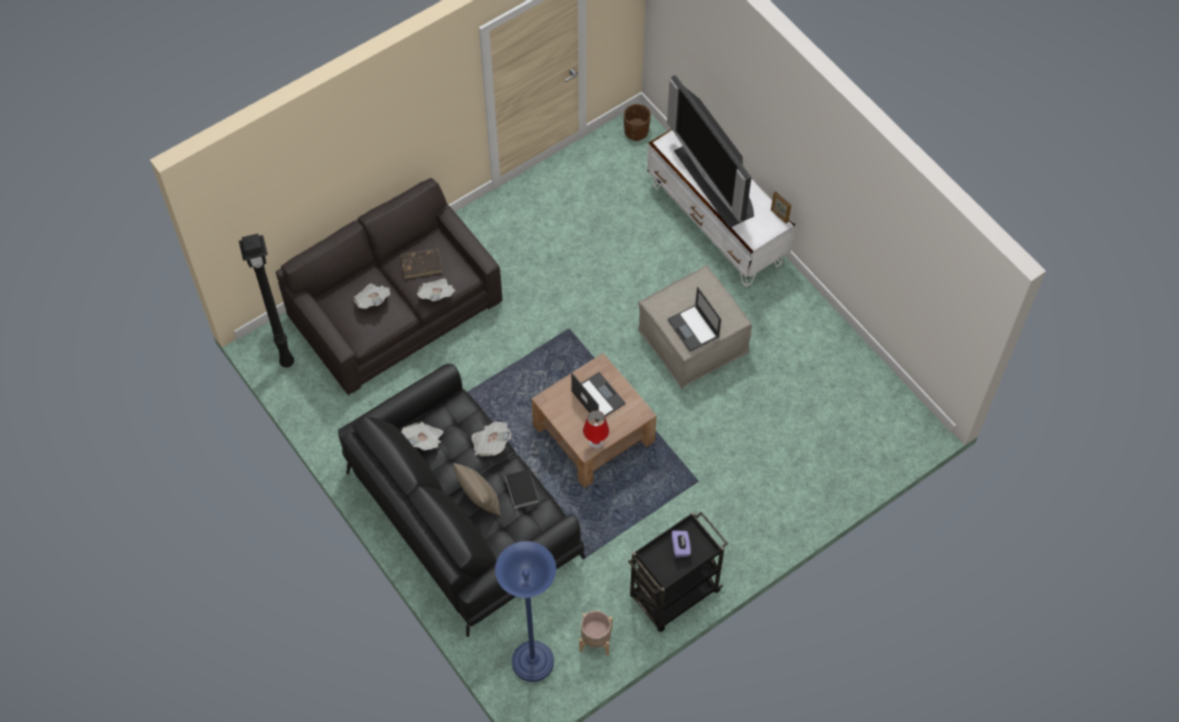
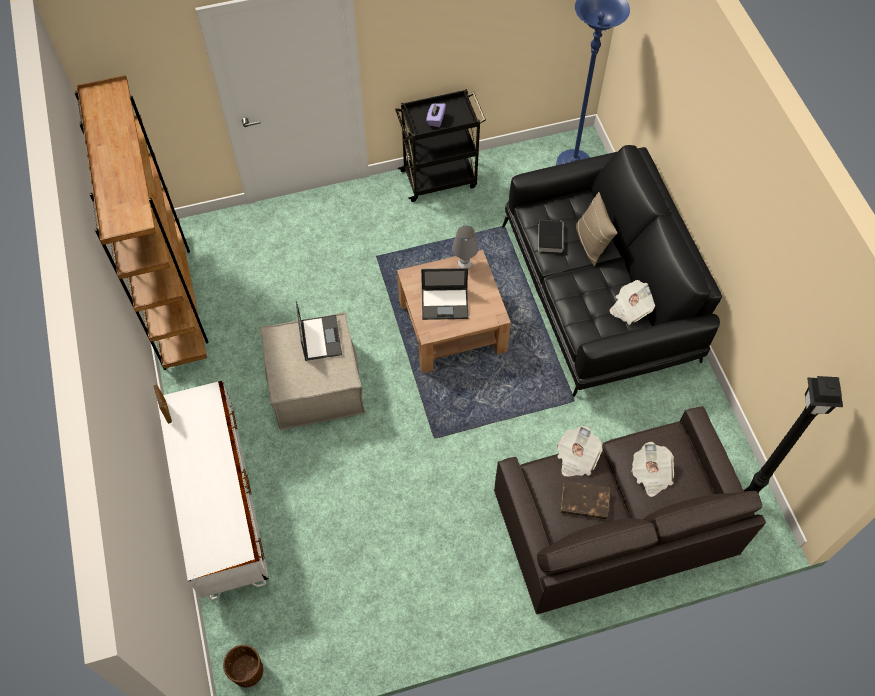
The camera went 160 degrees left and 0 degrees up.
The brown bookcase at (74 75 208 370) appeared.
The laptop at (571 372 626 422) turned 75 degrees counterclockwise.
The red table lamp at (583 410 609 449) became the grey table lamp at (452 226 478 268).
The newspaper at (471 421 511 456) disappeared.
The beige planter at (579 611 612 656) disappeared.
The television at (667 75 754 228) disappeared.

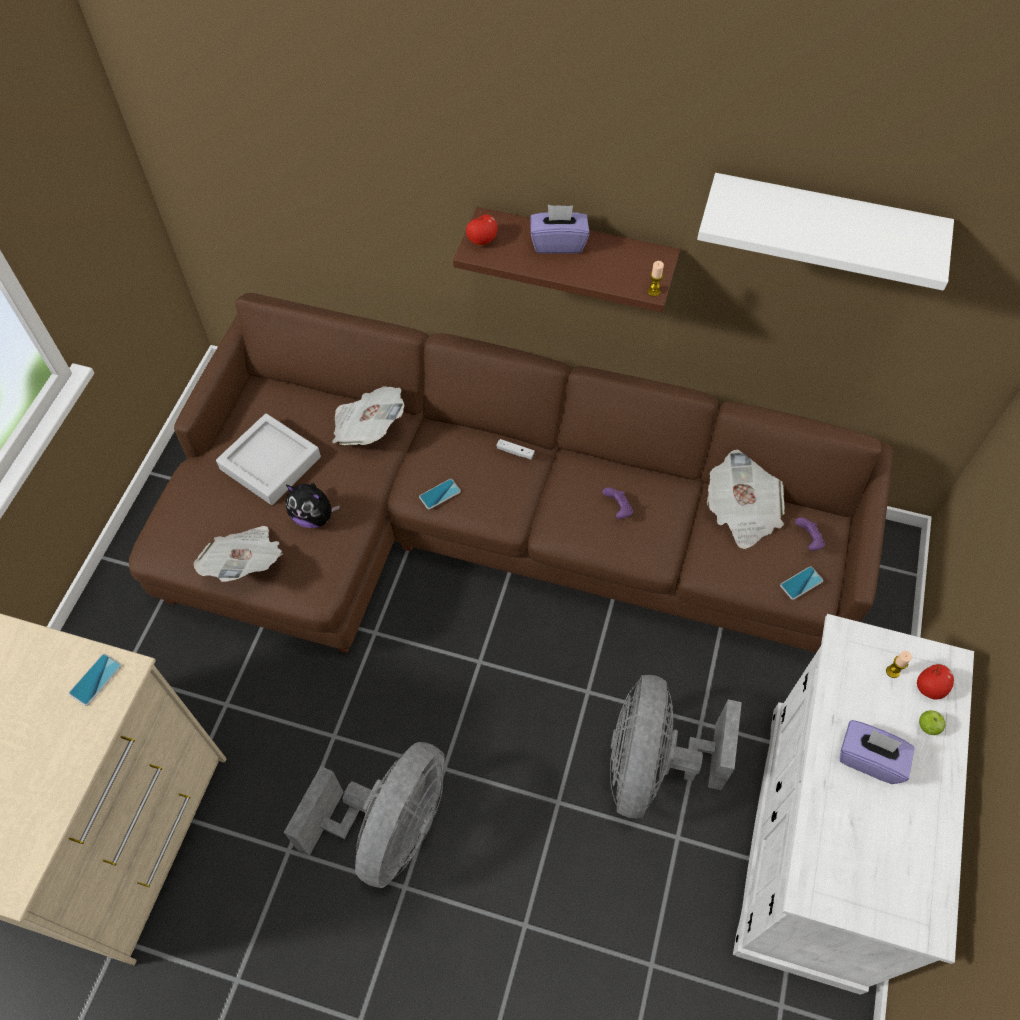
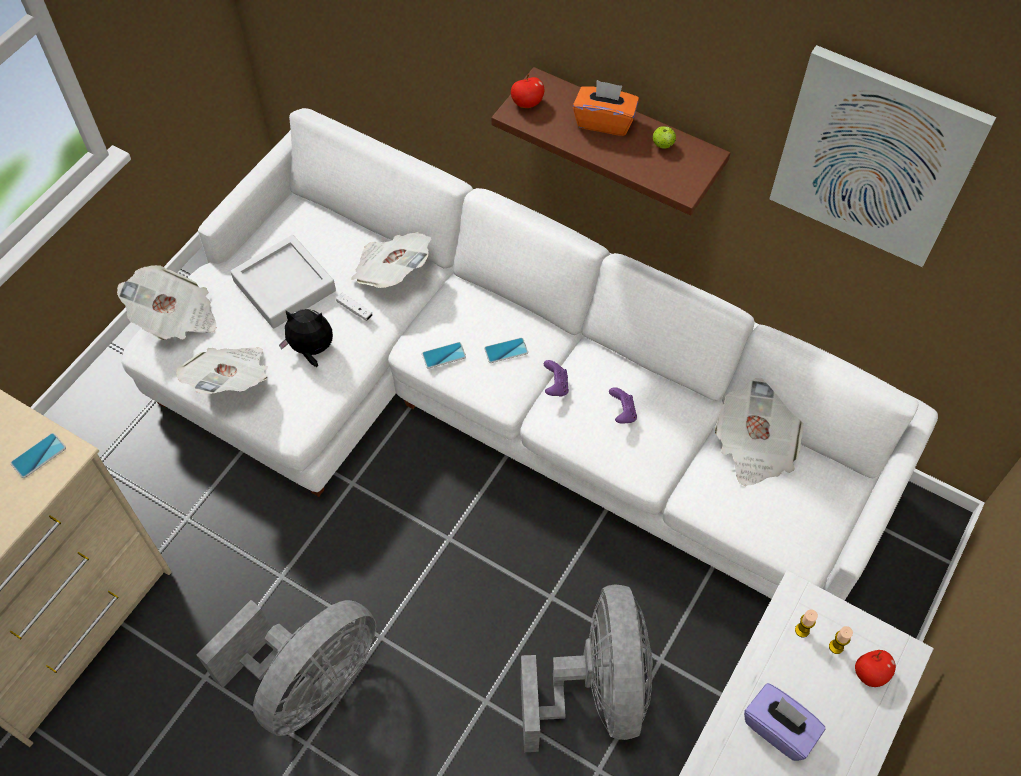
The camera went 15 degrees right and 0 degrees up.
The newspaper at (117 265 217 340) appeared.
The brown sofa at (129 293 893 653) became the white sofa at (121 108 938 601).
The plush toy at (286 483 340 528) turned 150 degrees clockwise.
The white game controller moved from (496 439 535 460) to (336 293 373 321).
The phone moved from (780 566 823 600) to (484 338 528 363).
The grey fan at (610 675 742 818) turned 150 degrees clockwise.
The purple game controller moved from (795 517 825 551) to (544 360 569 396).
The purple tissue box at (531 205 590 254) became the orange tissue box at (573 80 639 136).
The apple moved from (919 710 946 735) to (653 126 676 149).
The white shelf at (697 173 954 291) was replaced by the picture at (770 45 996 267).
The candle moved from (648 261 664 297) to (795 609 818 637).

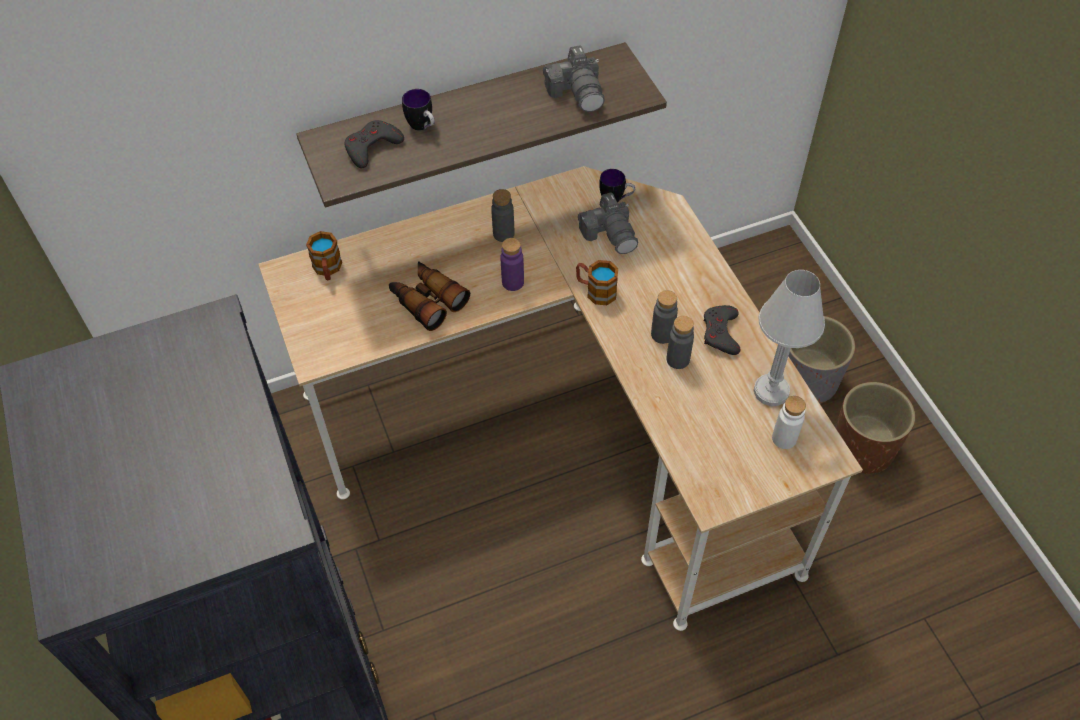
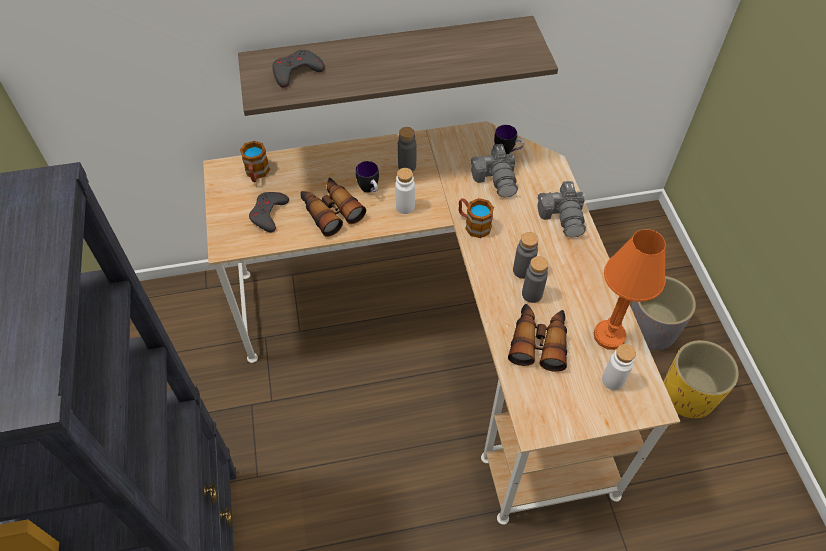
The camera went 10 degrees right and 0 degrees up.
The grey game controller moved from (704 305 740 355) to (249 192 289 233).
The mug moved from (402 89 435 131) to (356 161 379 193).
The purple bottle at (500 238 524 291) became the white bottle at (395 168 415 214).
The binoculars at (508 304 567 372) appeared.
The photo camera moved from (543 45 605 112) to (537 181 586 238).
The white table lamp at (753 270 825 406) became the orange table lamp at (594 229 666 350).
The brown planter at (836 382 915 474) became the yellow planter at (663 340 739 418).

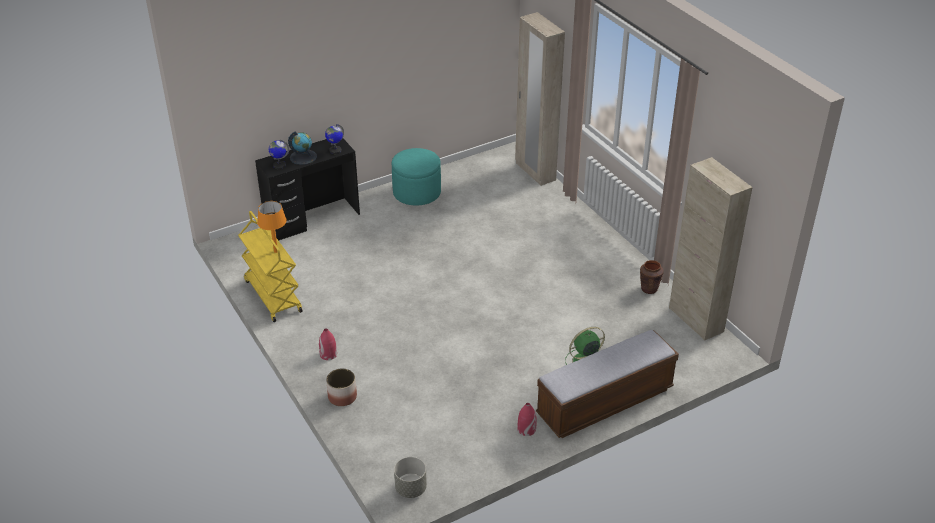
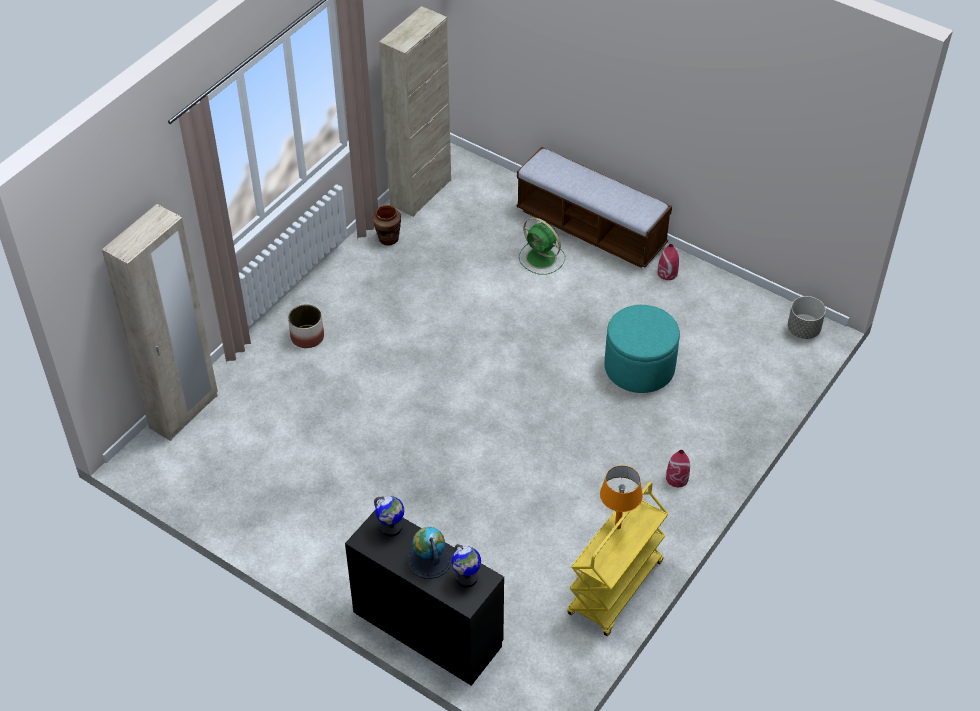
The camera went 115 degrees left and 10 degrees up.
The planter moved from (326 369 357 406) to (288 304 324 348).
The turquoise ottoman moved from (391 148 441 206) to (605 305 680 393).

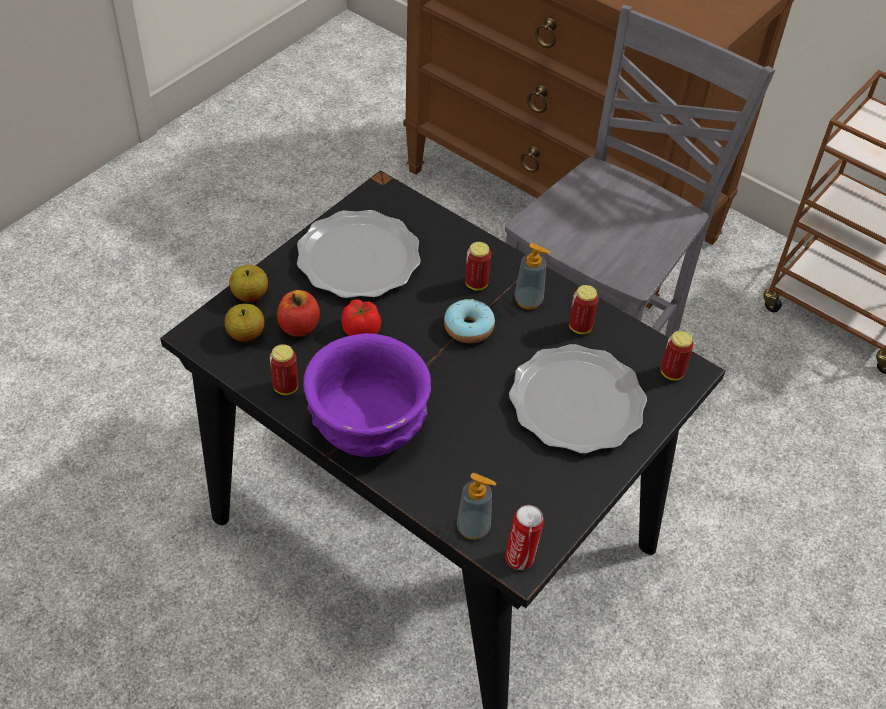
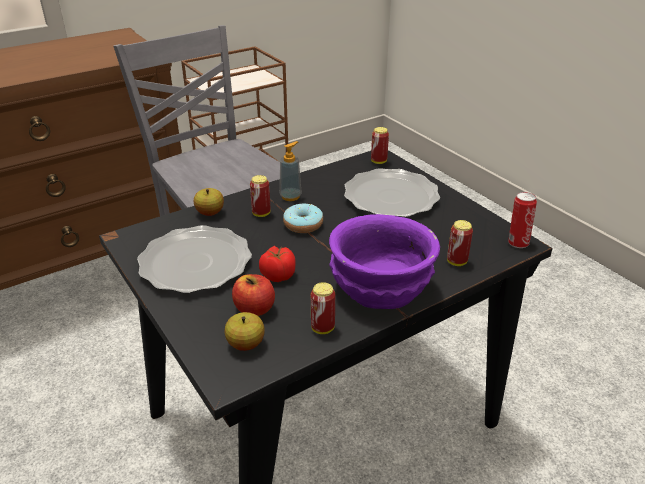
The camera went 70 degrees left and 15 degrees down.
The apple moved from (229 265 268 302) to (194 188 224 216).
The can moved from (569 285 598 334) to (447 220 473 266).
The soap dispenser at (457 473 496 540) disappeared.

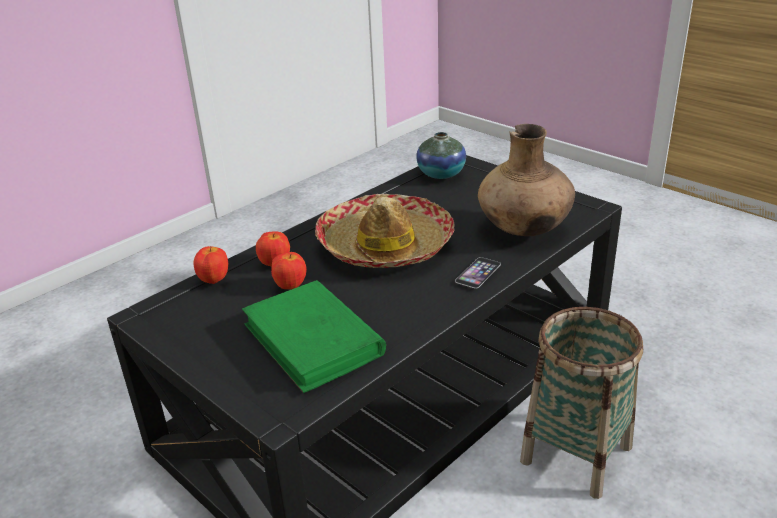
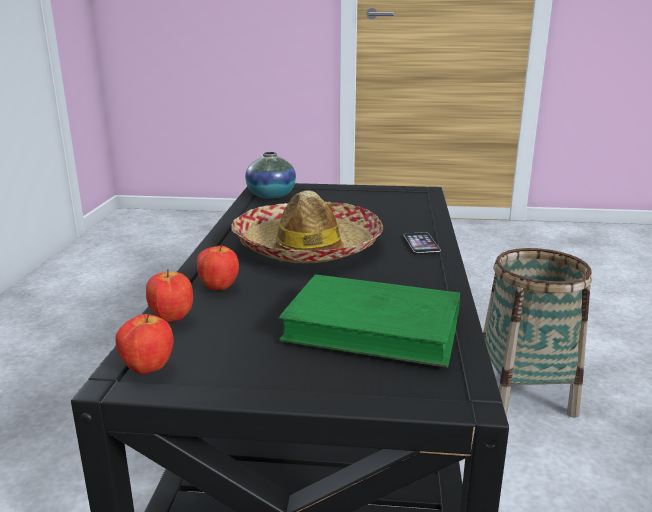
The camera went 40 degrees left and 10 degrees down.
The apple moved from (271 252 307 289) to (116 314 174 375).
The brown vase at (478 124 575 236) disappeared.

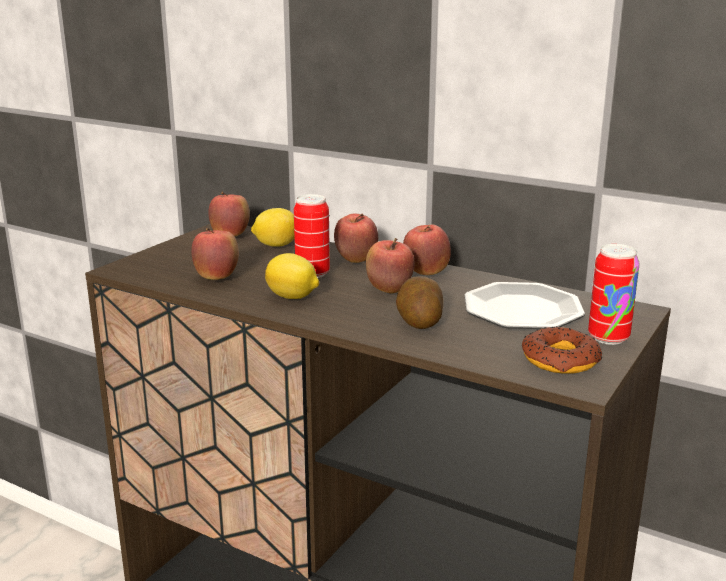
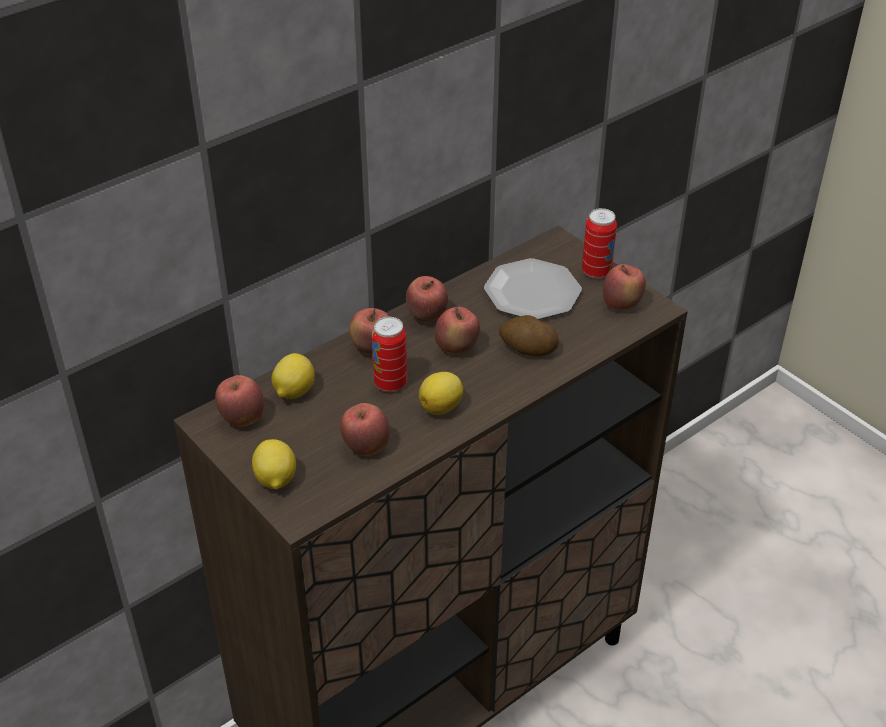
The camera went 70 degrees left and 20 degrees up.
The lemon at (252 439 296 489) appeared.
The donut at (522 327 602 374) was replaced by the apple at (602 264 646 310).

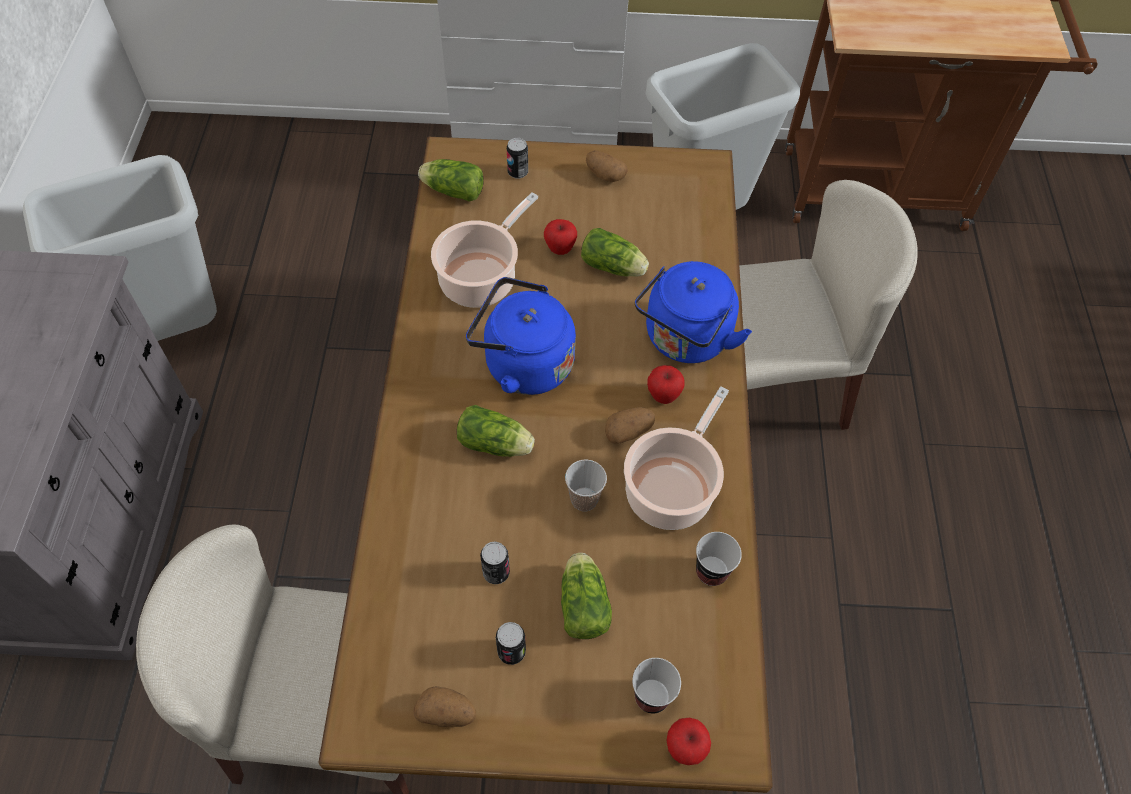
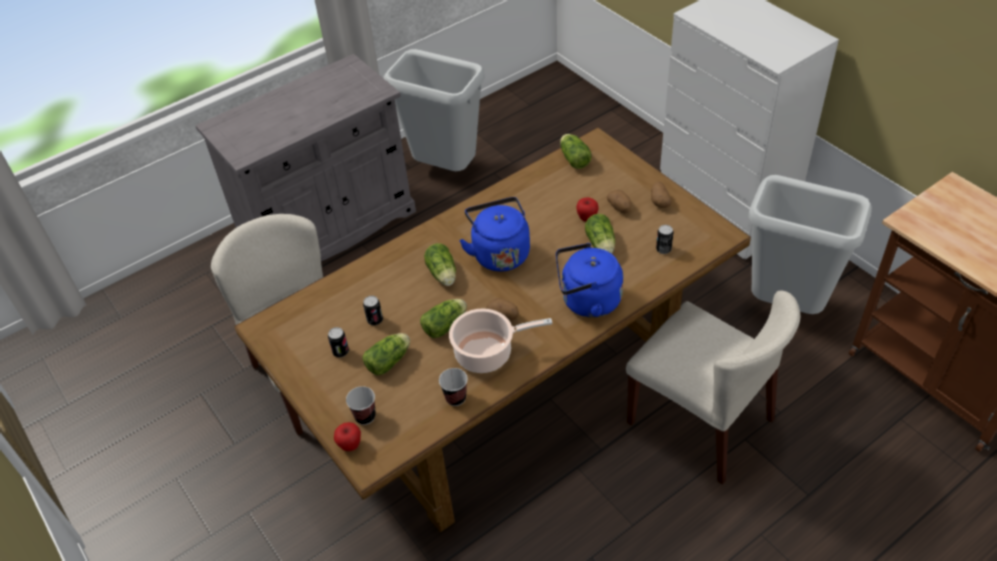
The camera went 55 degrees right and 10 degrees down.
The cup at (565 459 607 511) was replaced by the lettuce at (420 299 467 338).
The potato moved from (414 686 476 727) to (607 190 632 213).
The can moved from (507 138 528 179) to (656 225 673 254).
The cooking pot at (431 192 538 308) disappeared.
The apple at (647 365 685 404) disappeared.

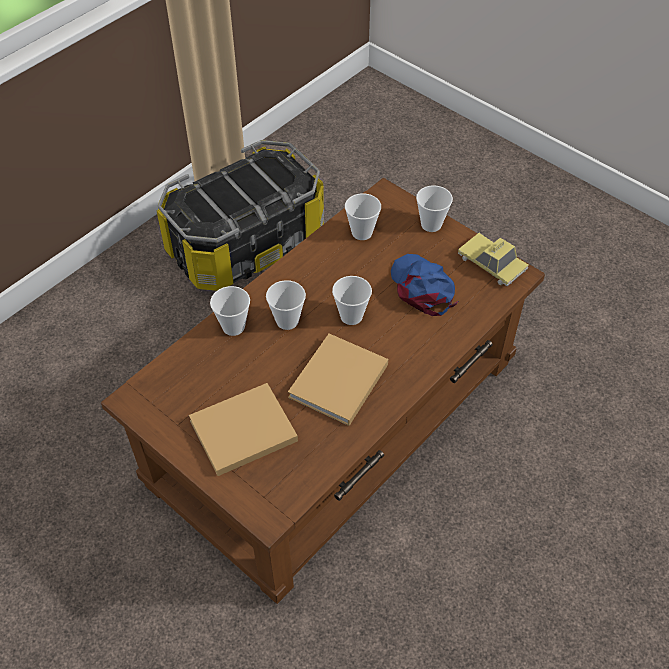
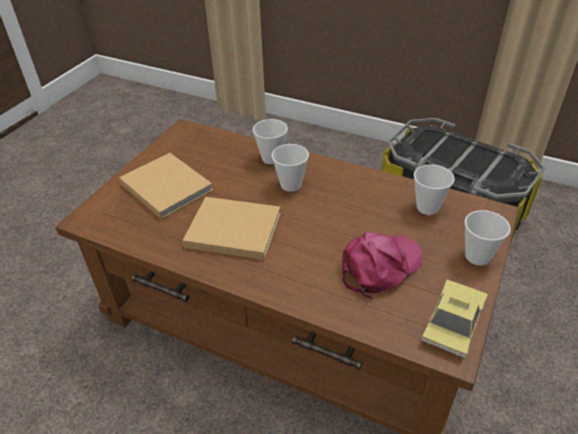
The camera went 75 degrees right and 10 degrees down.
The blue cap at (391 254 458 316) became the pink cap at (342 232 423 299).
The cup at (332 276 372 325) disappeared.

